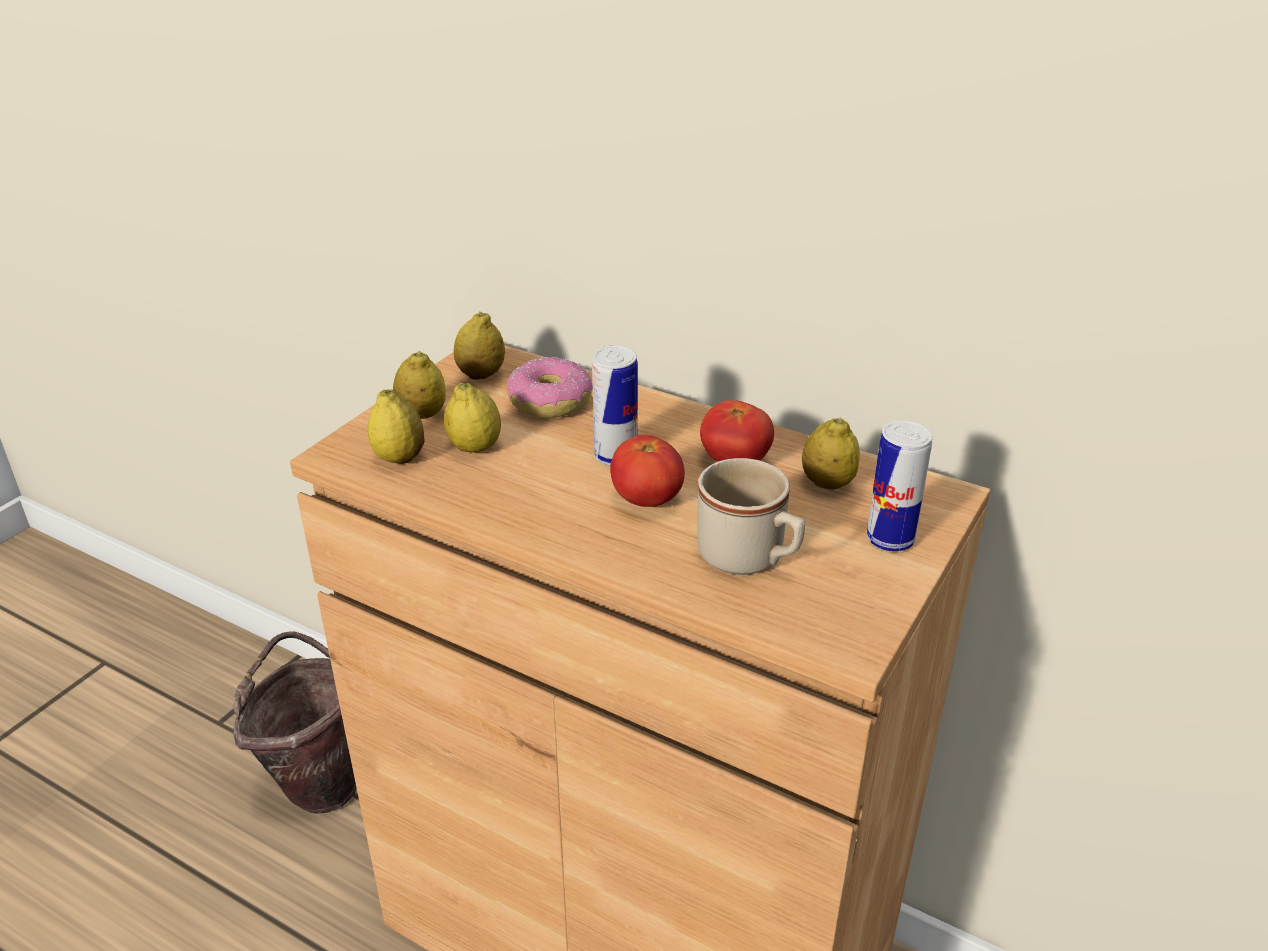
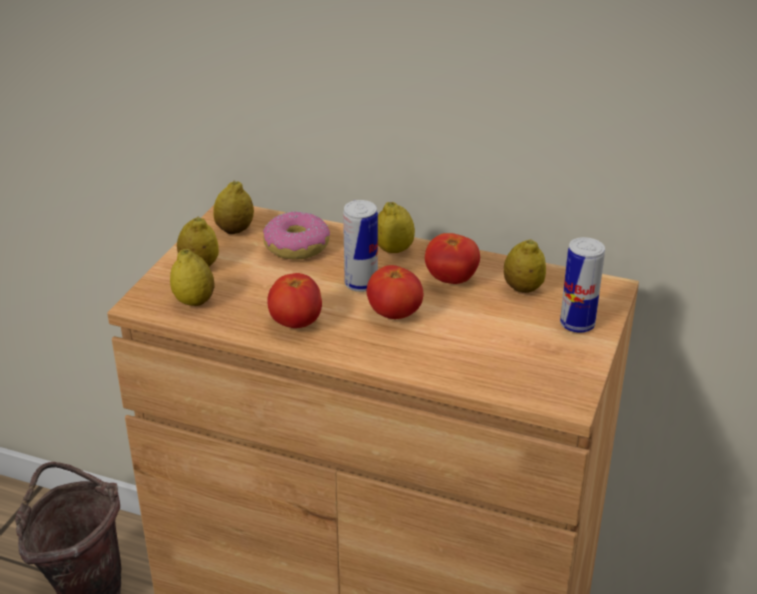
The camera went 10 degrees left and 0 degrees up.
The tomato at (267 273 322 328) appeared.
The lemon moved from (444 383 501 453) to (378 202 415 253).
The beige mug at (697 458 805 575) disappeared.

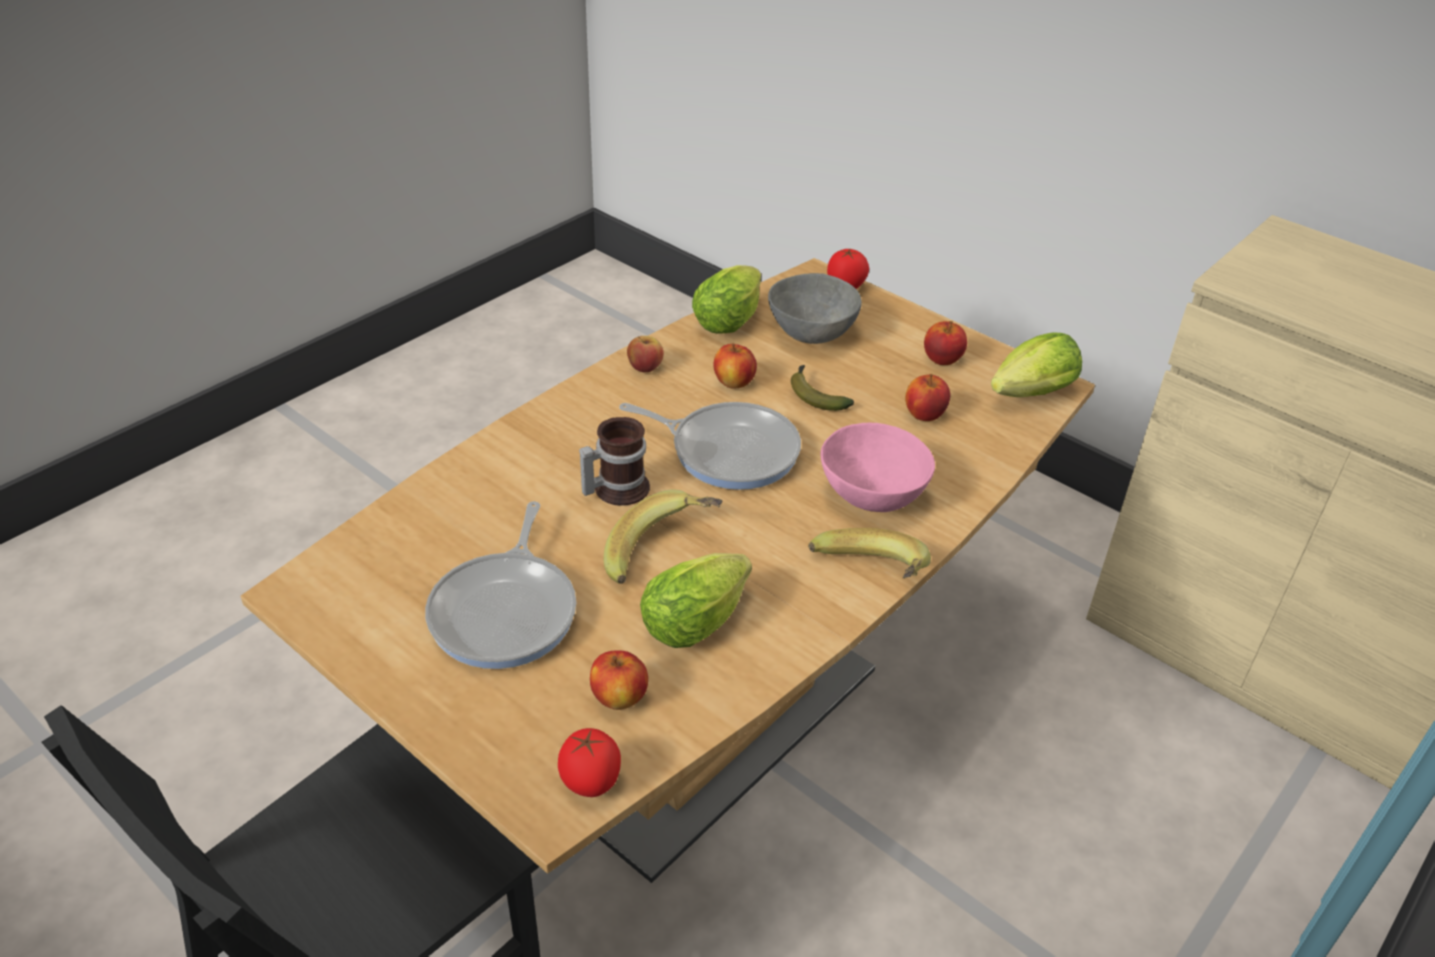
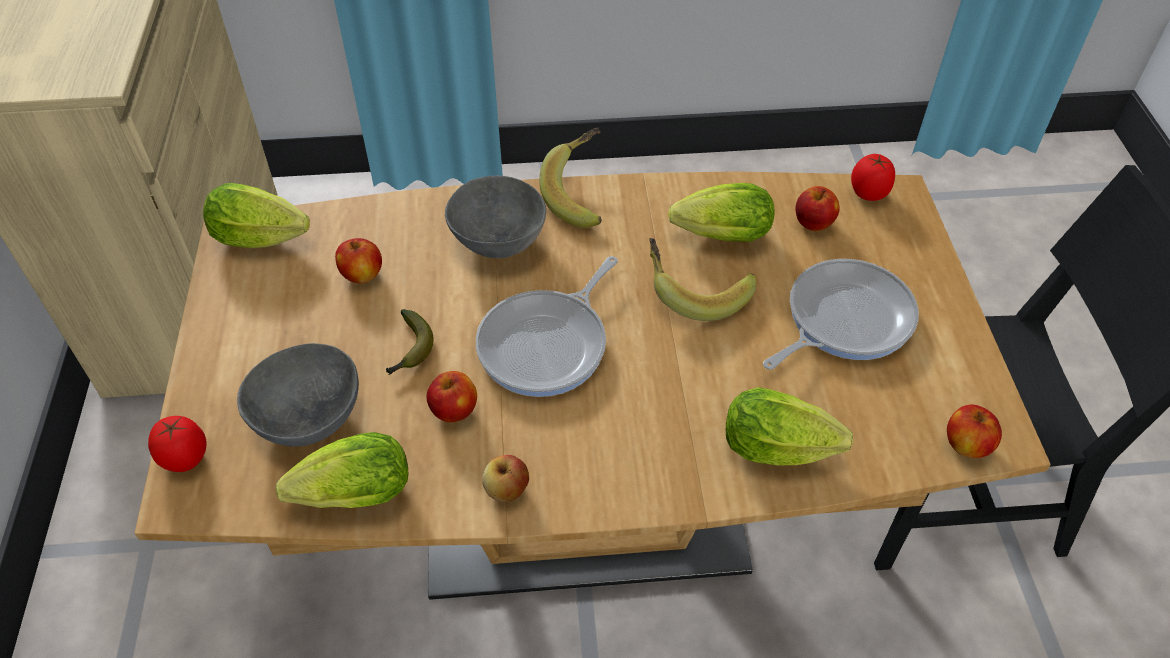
The camera went 135 degrees left and 10 degrees up.
The pink bowl at (821 423 935 512) became the grey bowl at (445 176 546 258).
The frying pan at (619 402 801 490) turned 120 degrees counterclockwise.
The lettuce at (726 387 853 465) appeared.
The apple moved from (924 321 967 365) to (947 405 1002 458).
The mug at (579 417 650 506) disappeared.

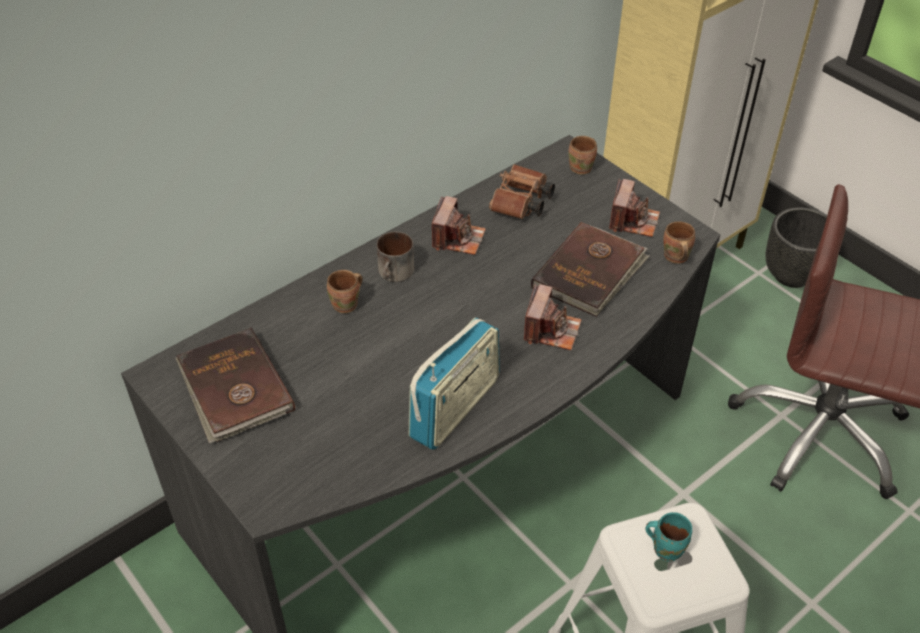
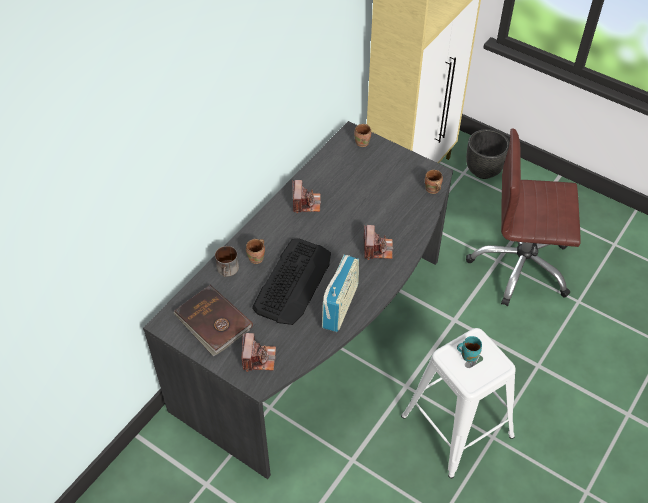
The camera went 15 degrees left and 5 degrees up.
The mug moved from (377 232 414 282) to (215 246 239 277).
The photo camera moved from (609 178 660 237) to (242 333 276 372).
The keyboard at (252 238 331 325) appeared.
The brown binoculars at (489 164 555 219) disappeared.
The brown book at (531 222 649 317) disappeared.

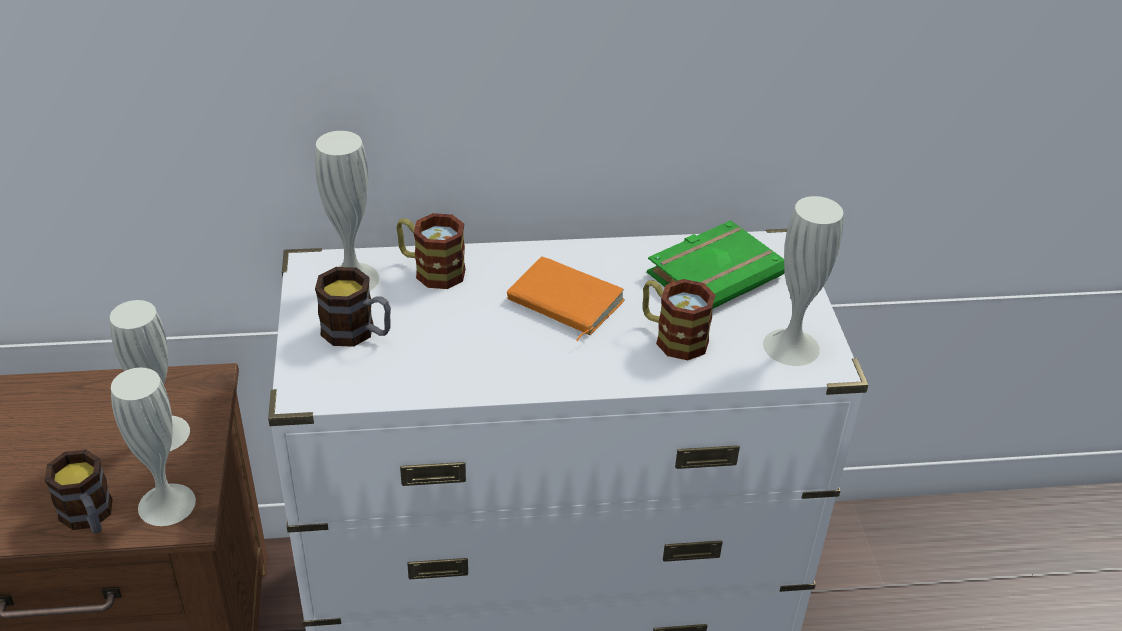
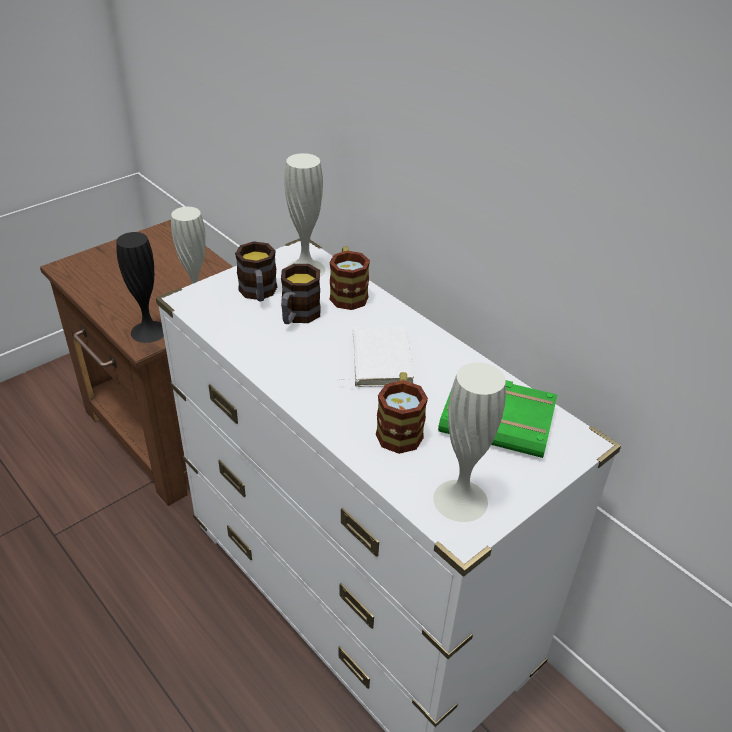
The camera went 55 degrees right and 0 degrees up.
The white vase at (111 368 196 526) became the black vase at (116 232 164 343).
The mug moved from (45 450 112 534) to (281 264 321 324).
The orange book at (507 257 625 341) became the white book at (336 326 414 387).

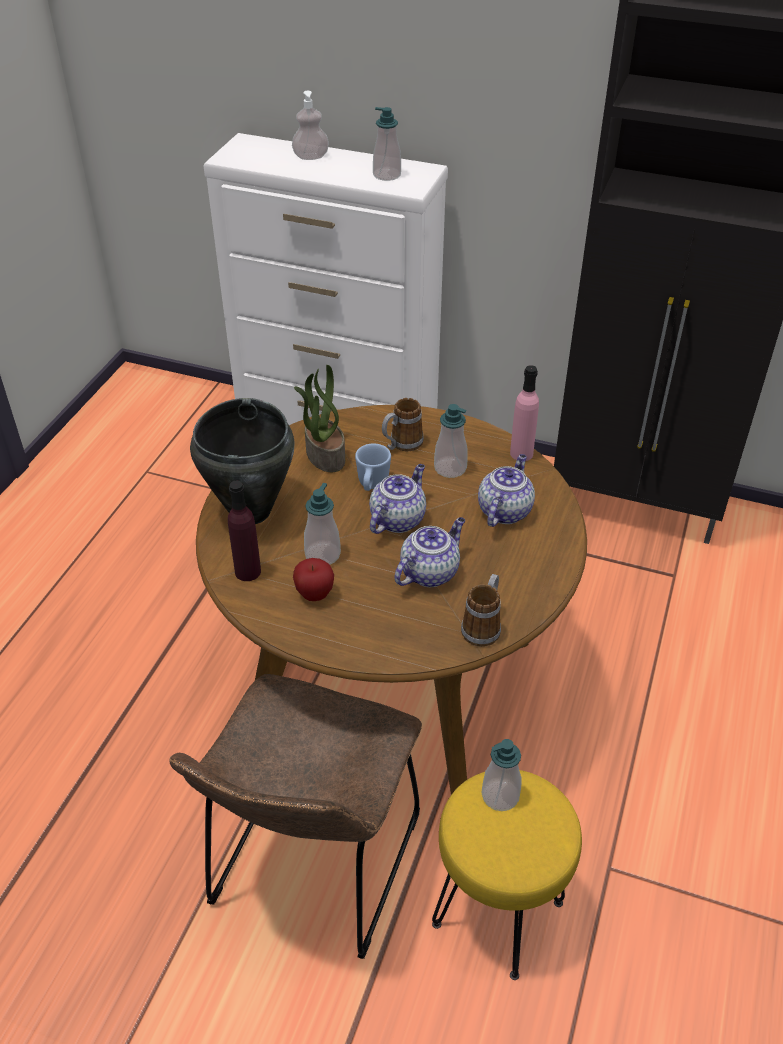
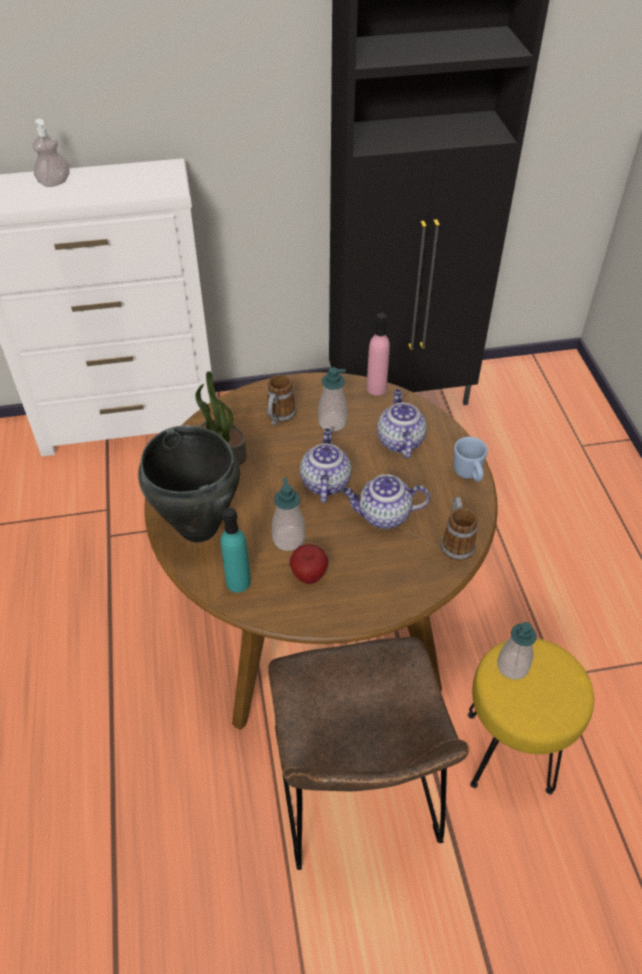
The camera went 30 degrees left and 5 degrees up.
The purple bottle at (228 481 261 581) became the turquoise bottle at (221 507 251 593).
The teapot at (394 517 465 587) turned 105 degrees counterclockwise.
The blue mug moved from (355 443 391 491) to (454 437 488 482).
The soap dispenser at (373 107 401 181) disappeared.

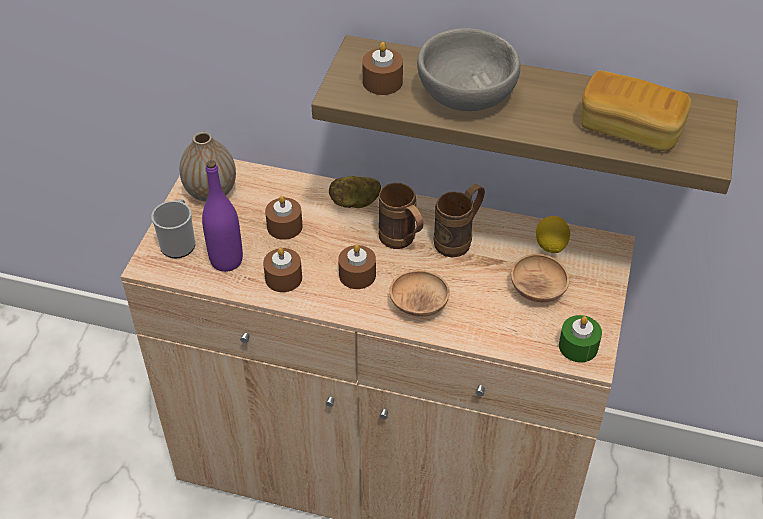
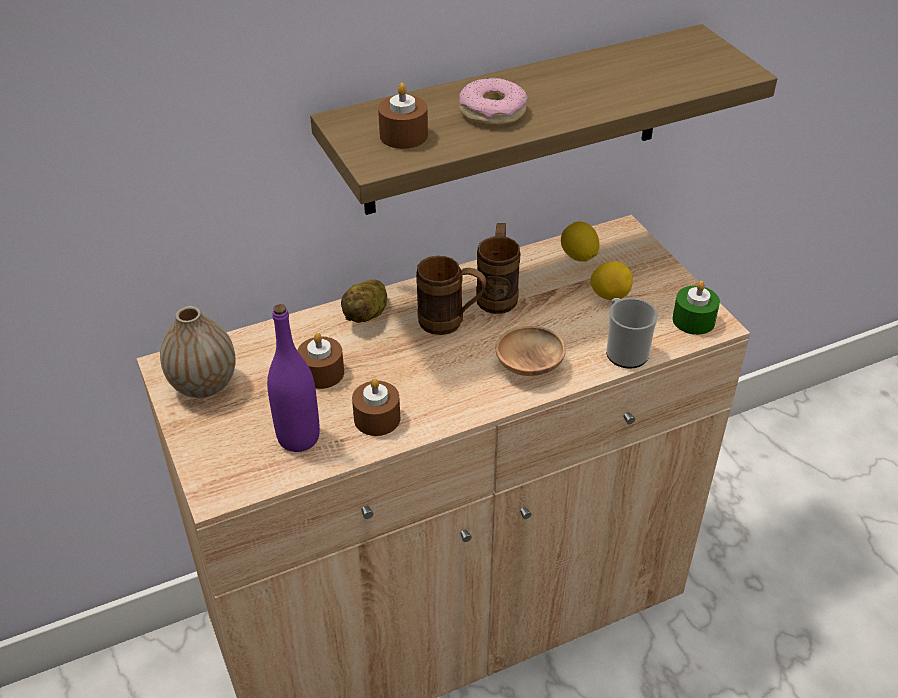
The camera went 40 degrees left and 5 degrees down.
The grey bowl at (417 28 521 111) was replaced by the donut at (459 78 528 126).
The brown bowl at (511 254 570 302) was replaced by the lemon at (590 261 633 300).
The mug moved from (151 199 195 259) to (606 298 658 369).
The brown candle at (338 244 376 289) disappeared.
The bread at (581 71 691 151) disappeared.

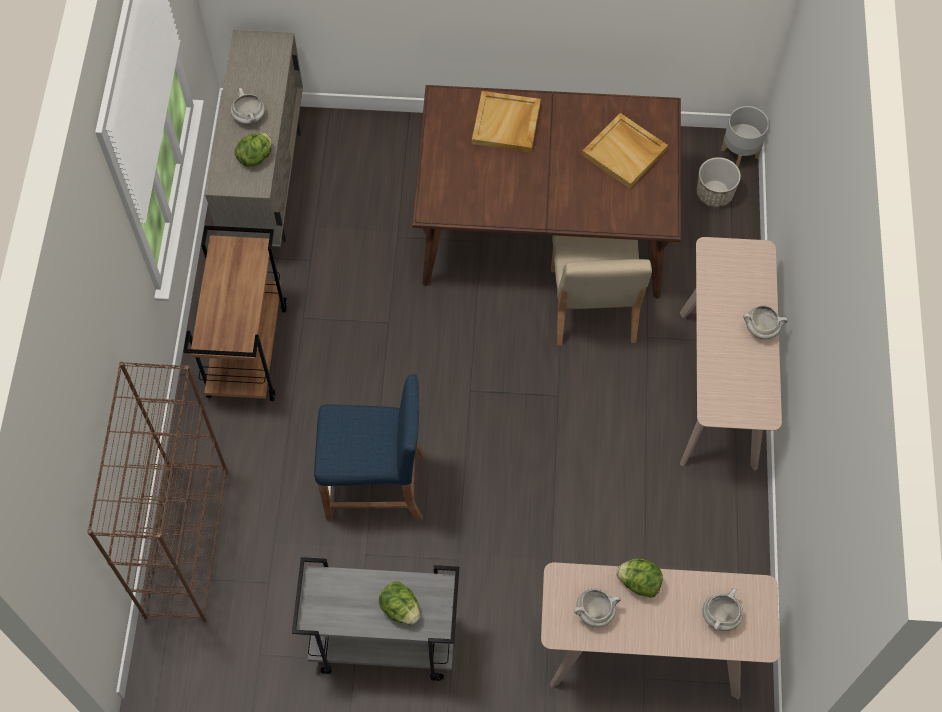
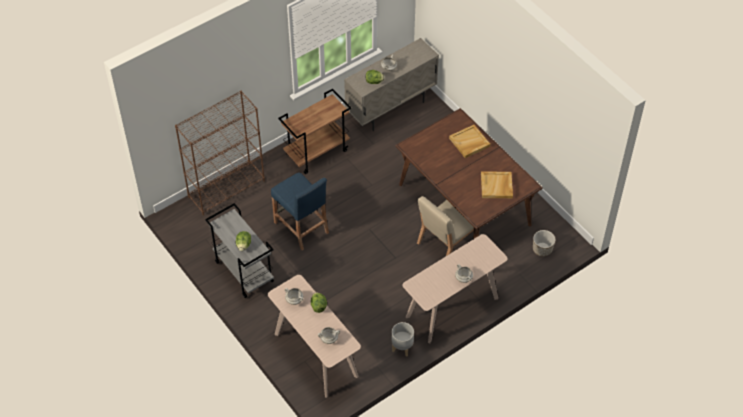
The camera went 50 degrees right and 10 degrees down.
The grey planter moved from (721 106 769 168) to (392 322 414 357).

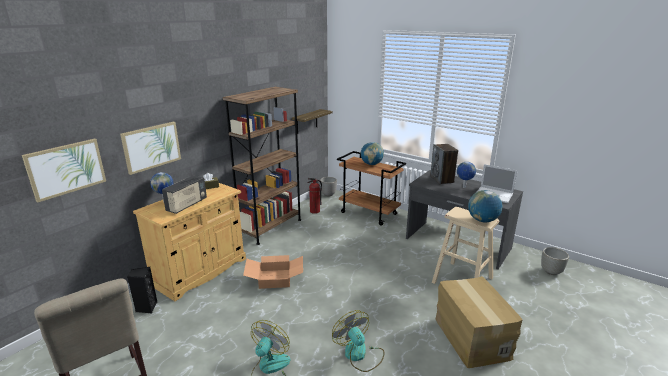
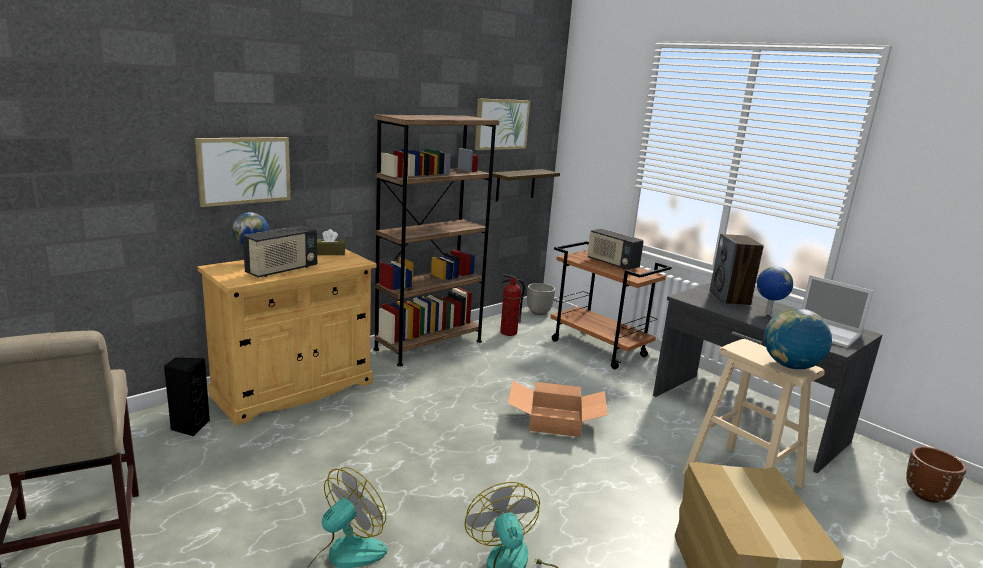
The camera went 10 degrees right and 5 degrees down.
The picture moved from (22 139 106 202) to (475 98 530 150).
The cardboard box moved from (243 255 303 289) to (508 380 608 437).
The globe at (361 142 384 165) was replaced by the radio at (587 229 644 270).
The grey planter at (541 247 569 275) became the brown planter at (906 446 967 503).

